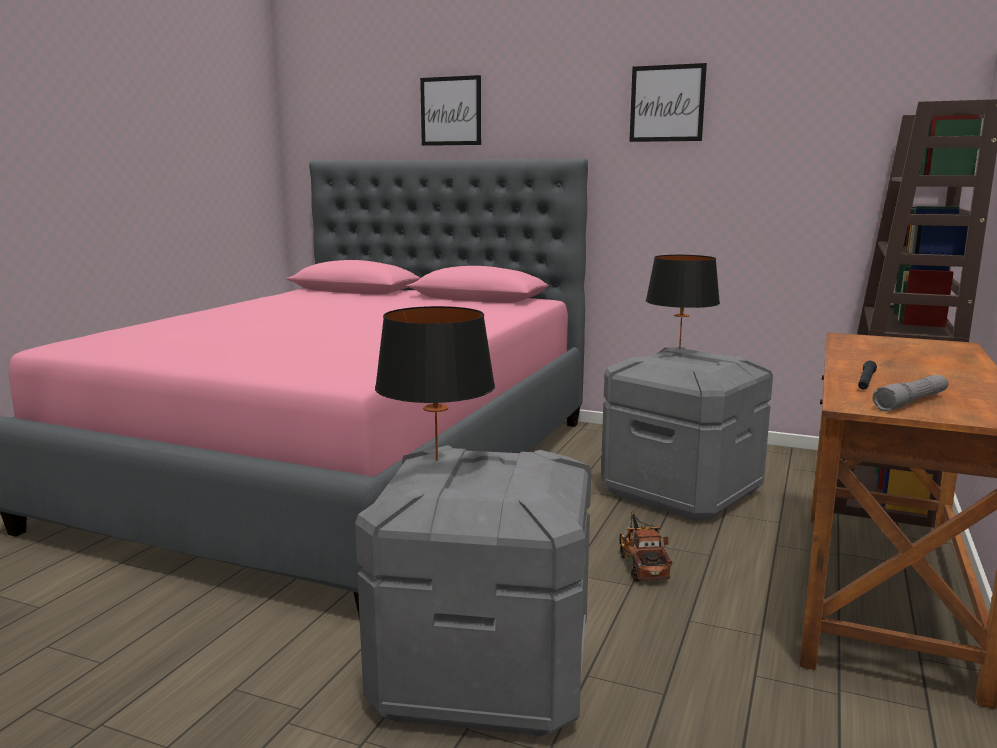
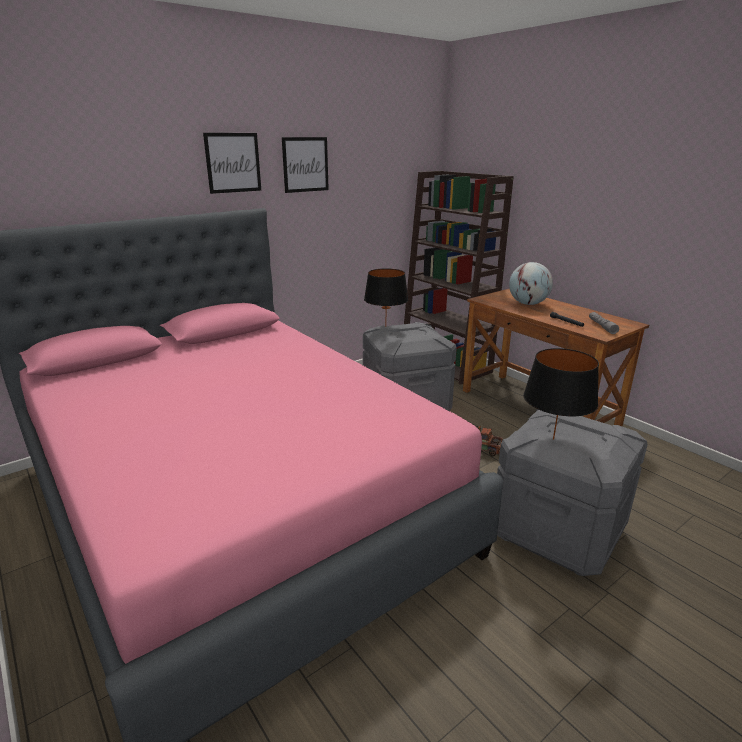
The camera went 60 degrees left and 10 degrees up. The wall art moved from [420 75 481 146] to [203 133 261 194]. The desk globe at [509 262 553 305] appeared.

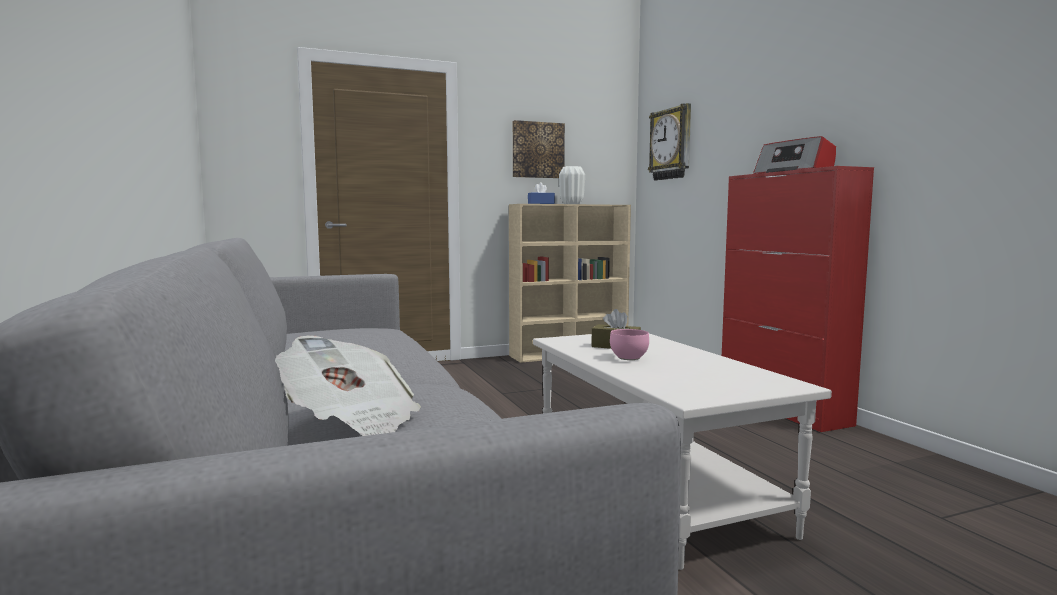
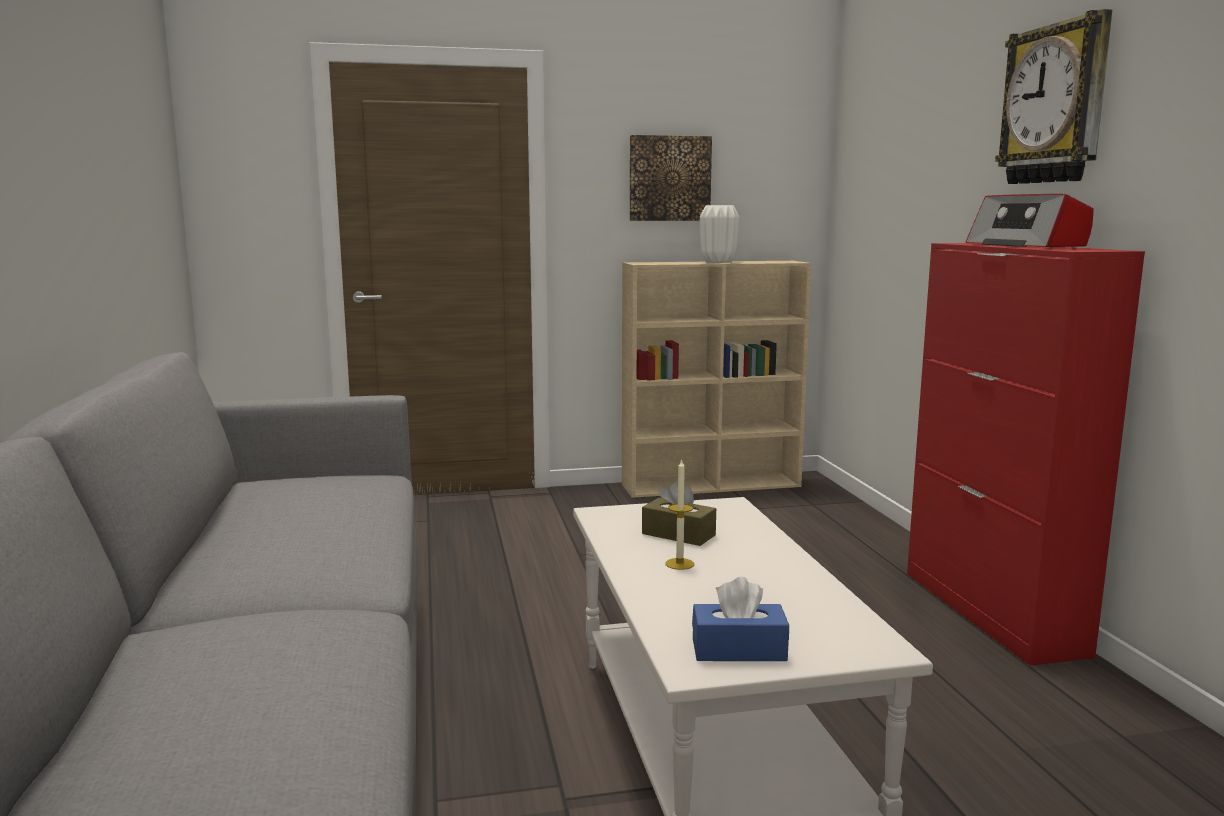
The camera went 10 degrees right and 5 degrees up. The bowl (pinkish) at [610 329 649 360] was replaced by the candle at [665 458 694 570]. The tissue holder (blue) moved from [528 182 555 204] to [692 577 789 661]. The clock on the wall moved from [648 103 691 180] to [995 9 1112 184]. The newspaper at [275 336 421 436] disappeared.

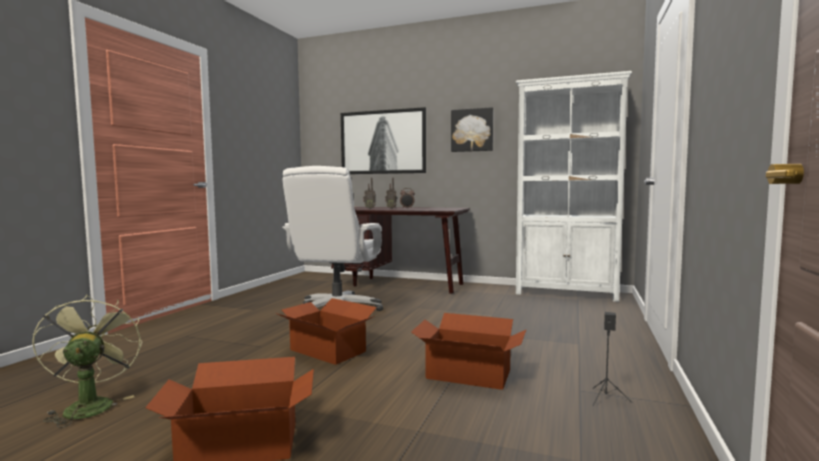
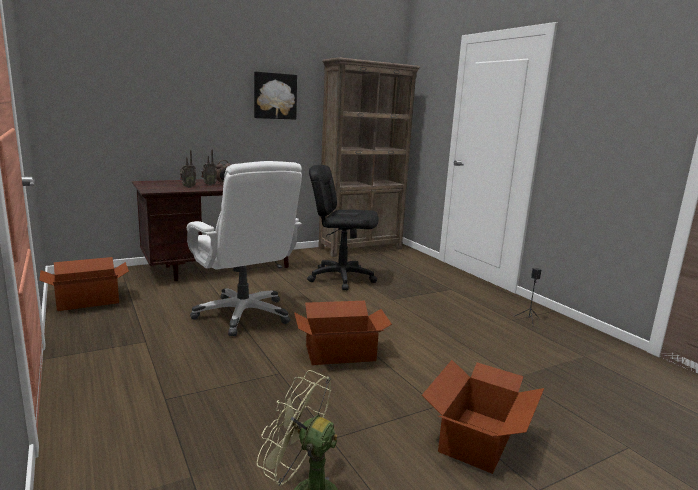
The camera went 50 degrees left and 10 degrees up. The cardboard box moved from [411 313 526 390] to [39 257 129 311]. The office chair (black) at [307 165 379 290] appeared. The bookshelf (white) at [516 71 632 302] became the bookshelf (brownish) at [318 57 420 257]. The wall art at [341 107 426 174] disappeared.

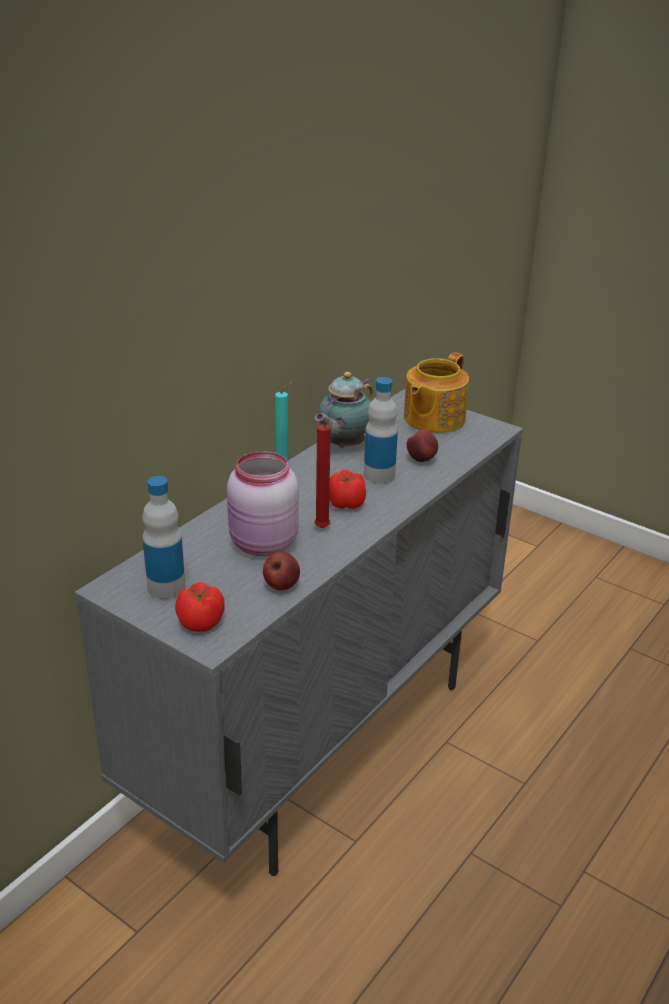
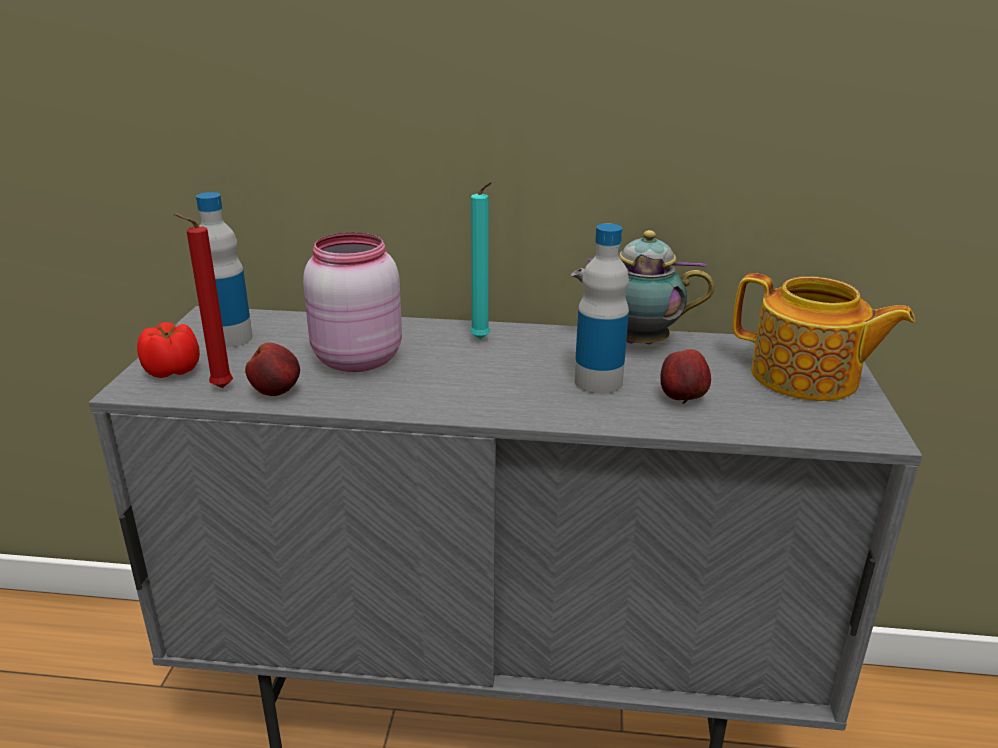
The camera went 60 degrees right and 5 degrees down. The candle (reddish) moved from [314 421 331 528] to [173 213 233 388]. The pot for tea at [404 352 469 433] turned 150 degrees counterclockwise. The fresh tomato at [329 470 366 509] disappeared.

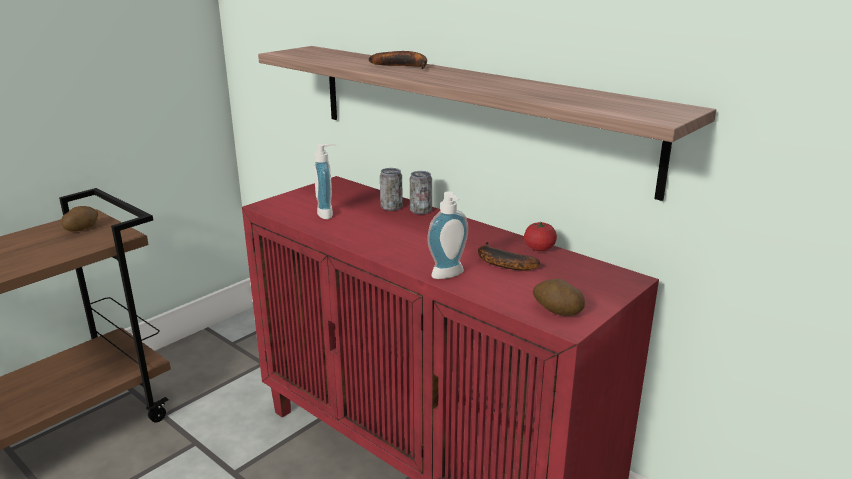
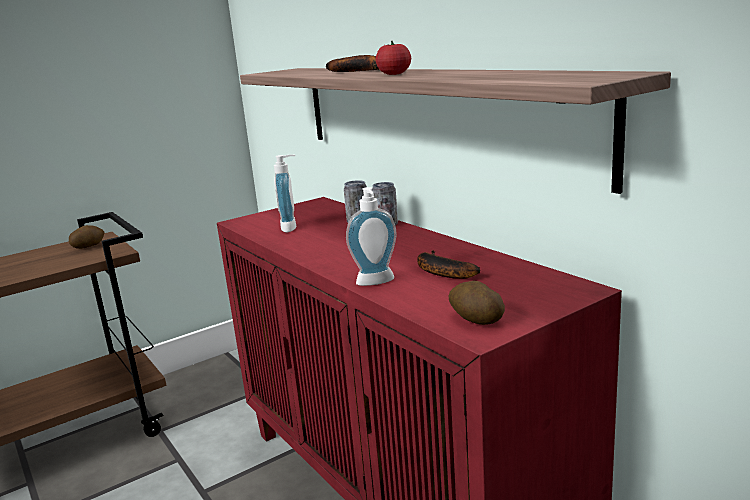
The camera went 15 degrees right and 5 degrees down. The fresh tomato moved from [524 222 557 251] to [376 41 411 75].

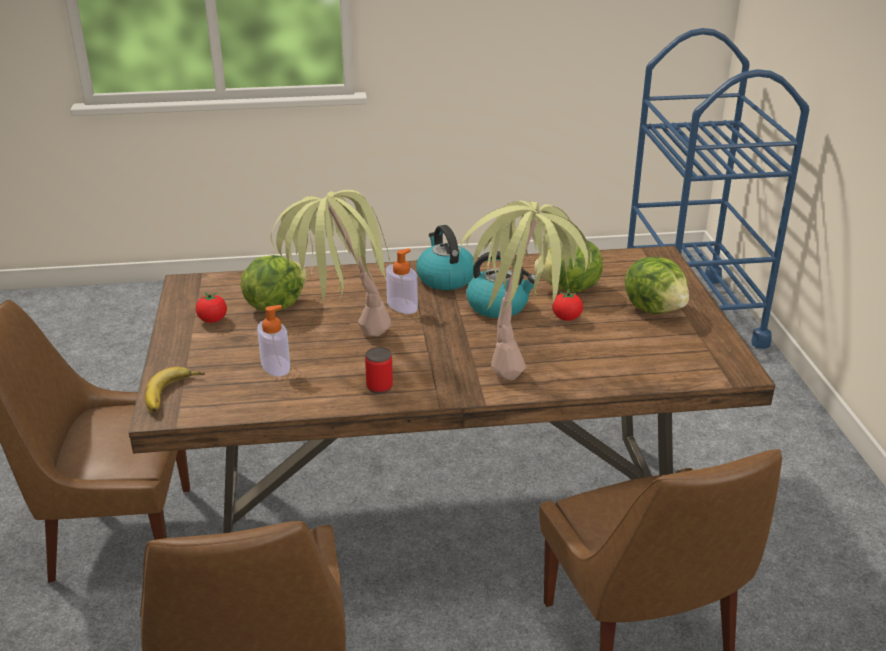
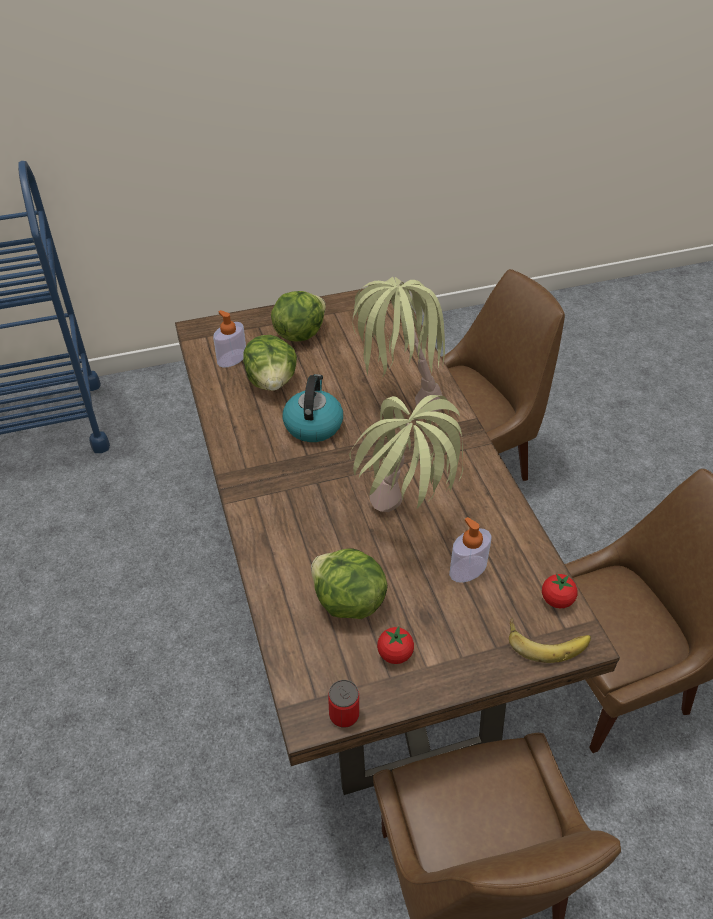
The camera went 100 degrees left and 15 degrees up. The soap bottle moved from [386 248 418 314] to [213 310 246 368]. The metal can moved from [365 347 393 394] to [328 680 359 728]. The fresh tomato moved from [553 290 583 321] to [542 574 578 608]. The tea kettle at [416 225 476 290] disappeared.

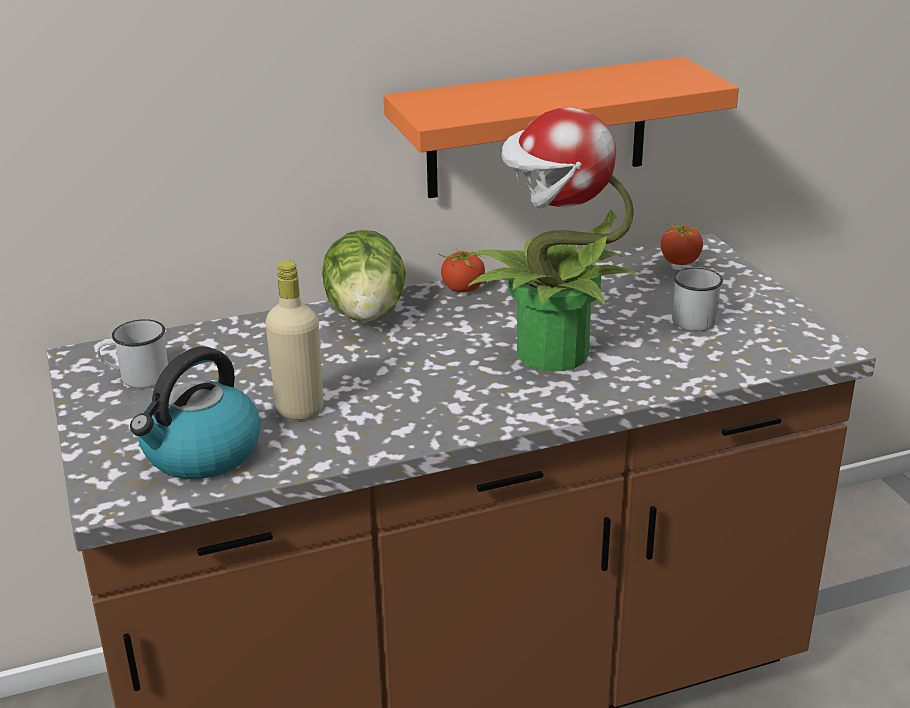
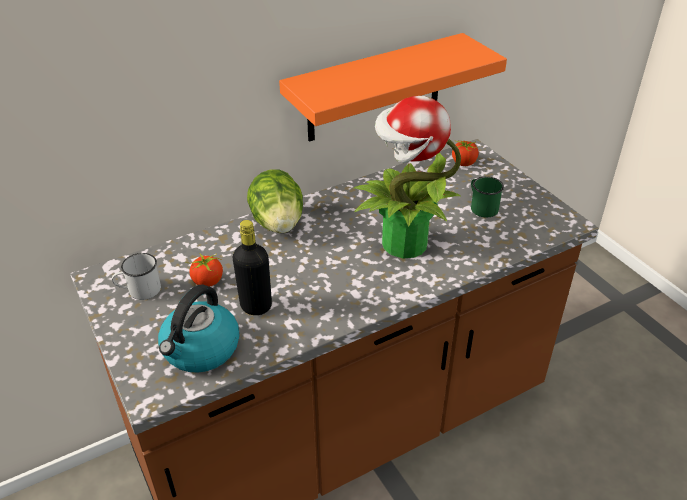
The camera went 10 degrees left and 10 degrees up. The fresh tomato moved from [438 248 485 292] to [185 253 223 287]. The beverage bottle (beige) at [265 260 324 420] became the beverage bottle (black) at [232 220 272 315]. The coffee mug (white) at [672 267 723 331] became the coffee mug (green) at [471 176 504 217].

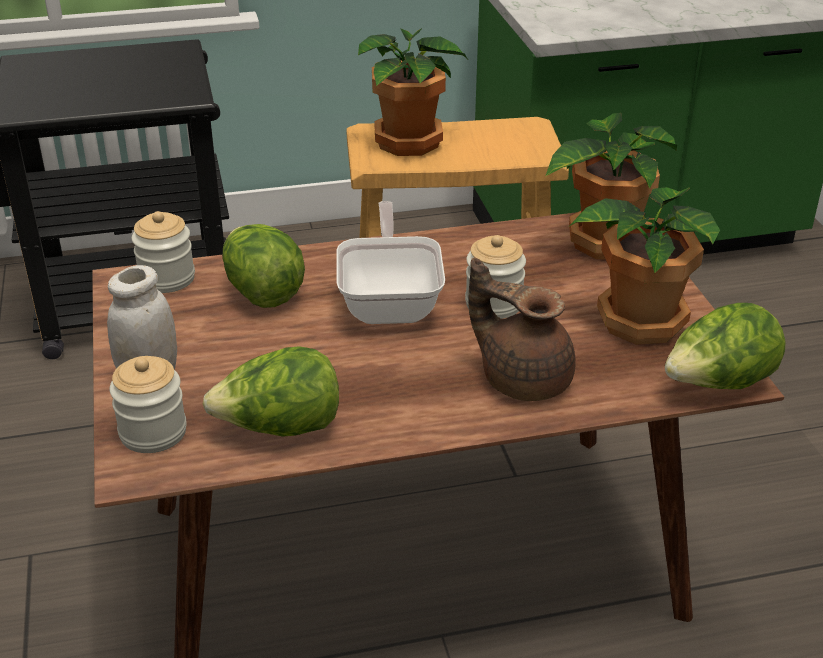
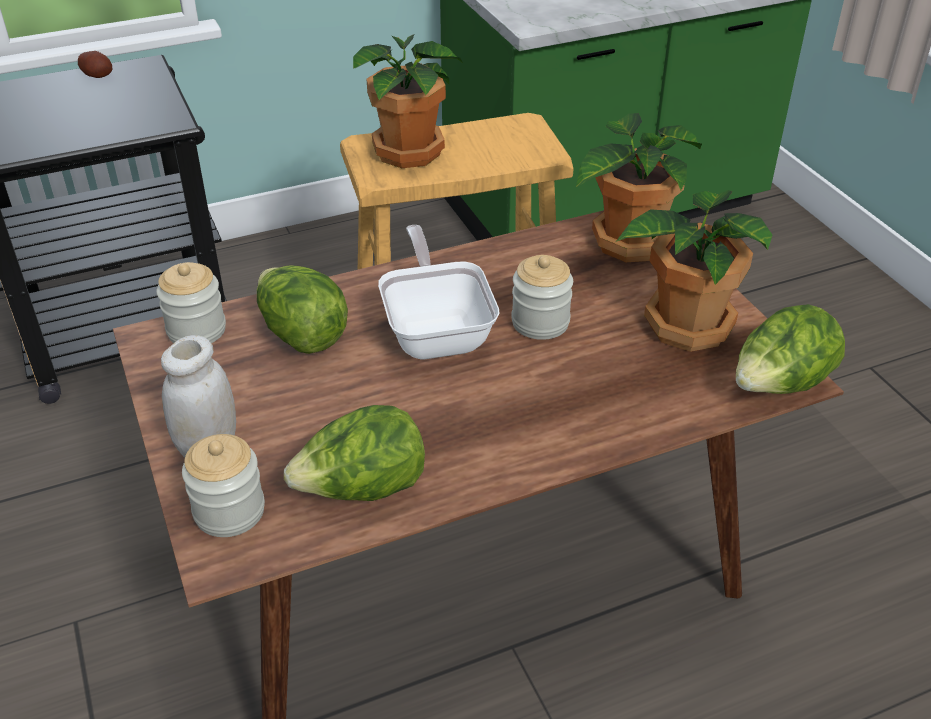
The camera went 10 degrees left and 5 degrees up. The spud at [78 51 112 78] appeared. The pot for tea (brownish) at [468 257 576 401] disappeared.

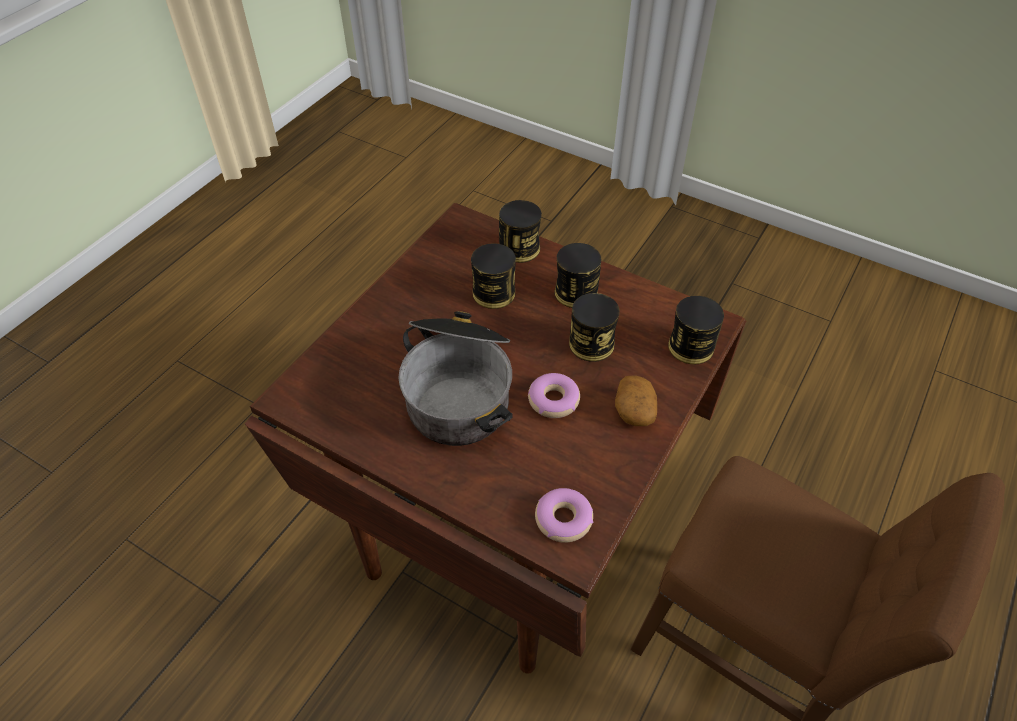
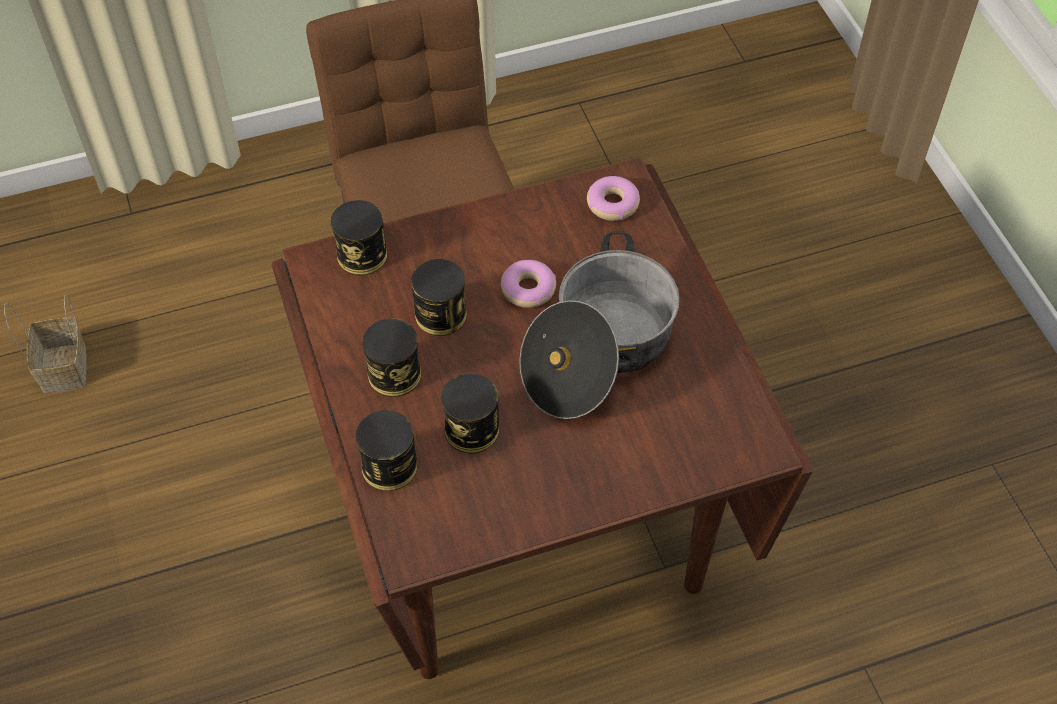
The camera went 140 degrees left and 5 degrees up. The household basket at [4 295 87 393] appeared. The spud at [615 375 657 426] disappeared.

